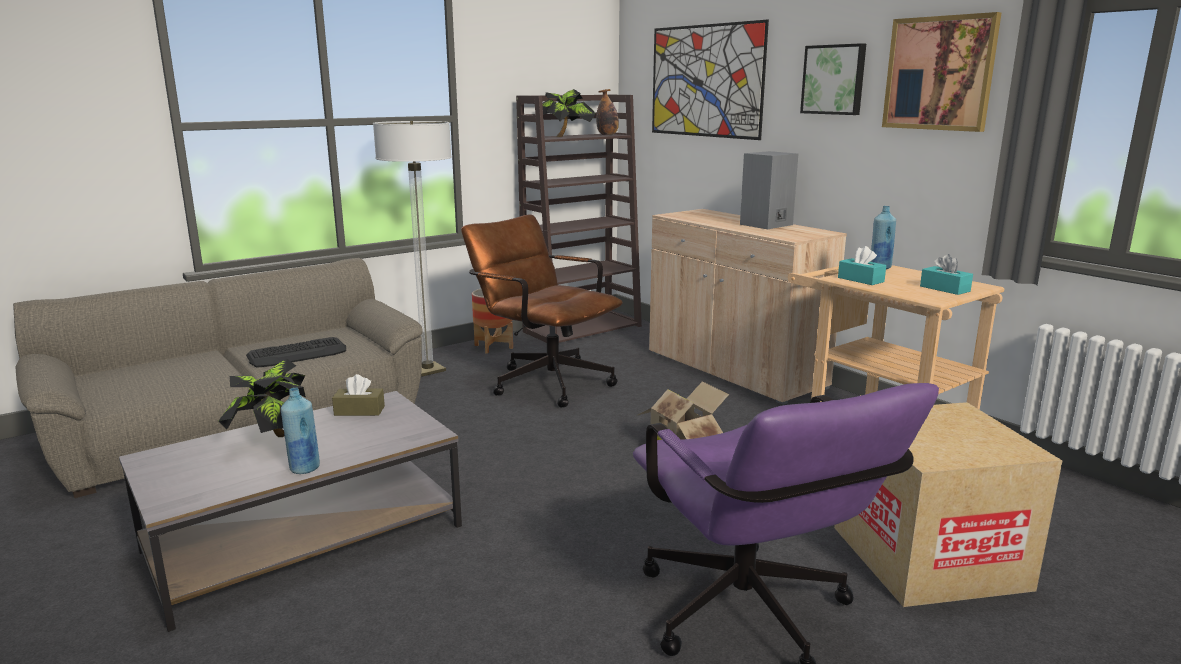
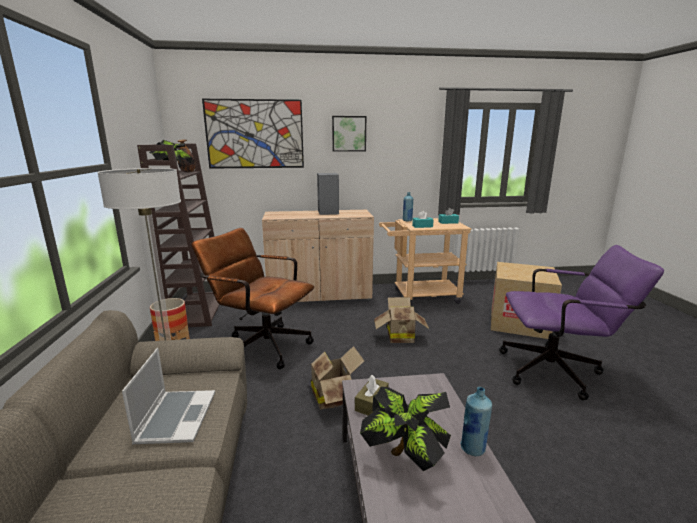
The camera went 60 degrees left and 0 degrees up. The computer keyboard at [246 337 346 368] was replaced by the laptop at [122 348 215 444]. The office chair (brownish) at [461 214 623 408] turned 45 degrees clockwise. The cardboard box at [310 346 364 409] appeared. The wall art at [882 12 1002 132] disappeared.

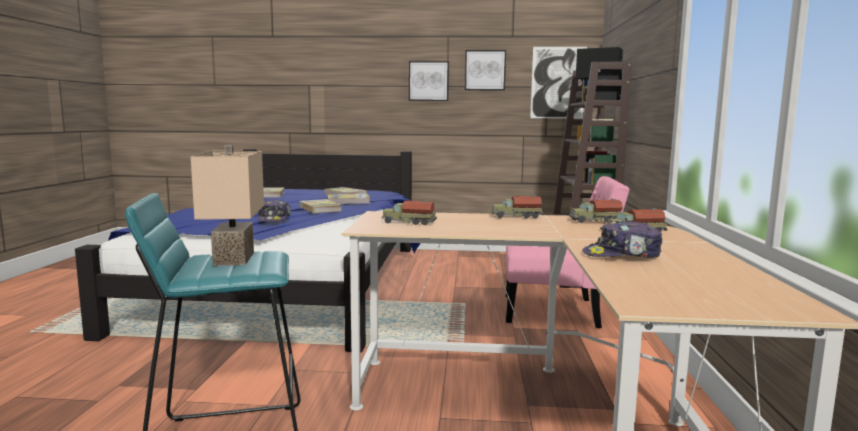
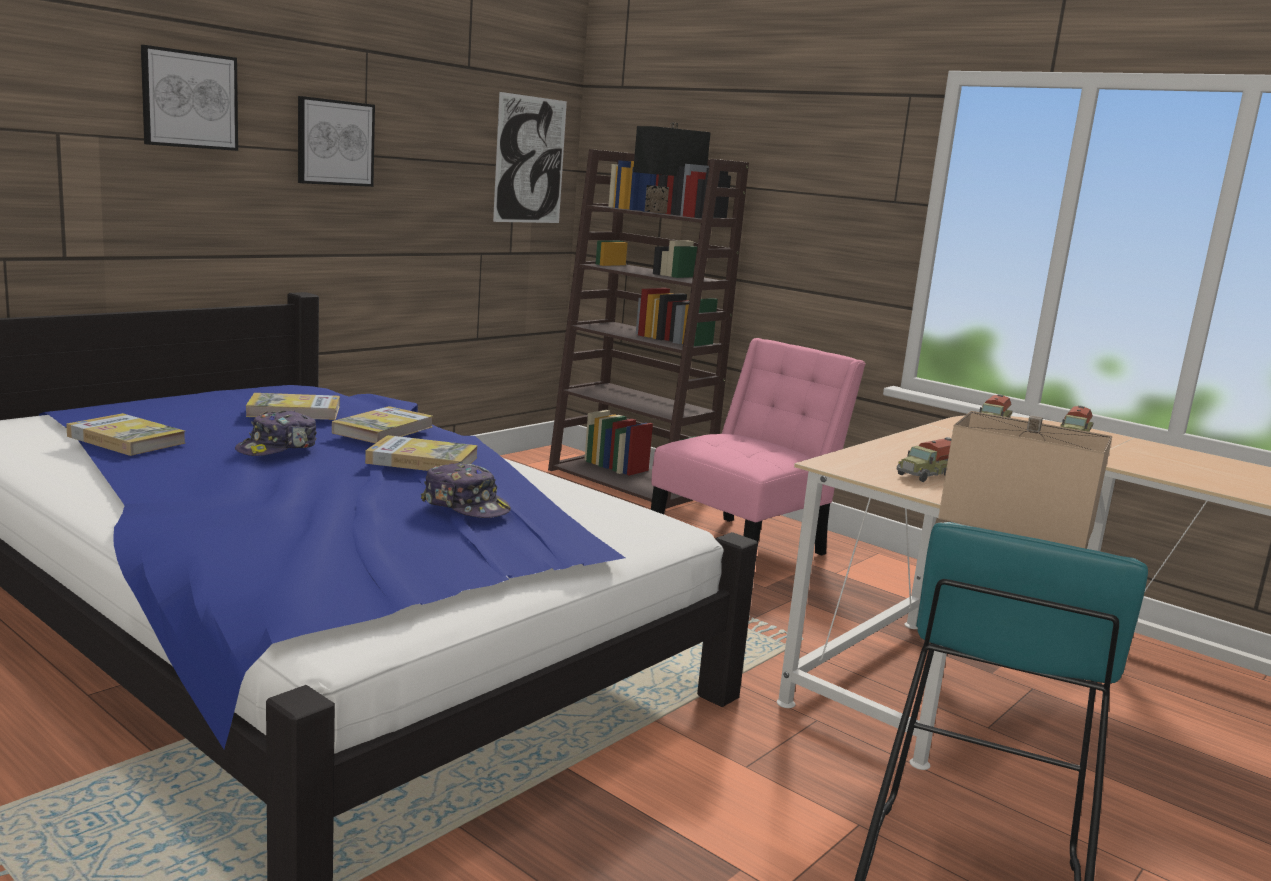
The camera went 55 degrees left and 5 degrees up. The wall art moved from [465 50 506 91] to [141 45 238 151]. The peaked cap moved from [582 220 662 258] to [235 410 317 456]. The toy truck at [492 195 544 218] disappeared.

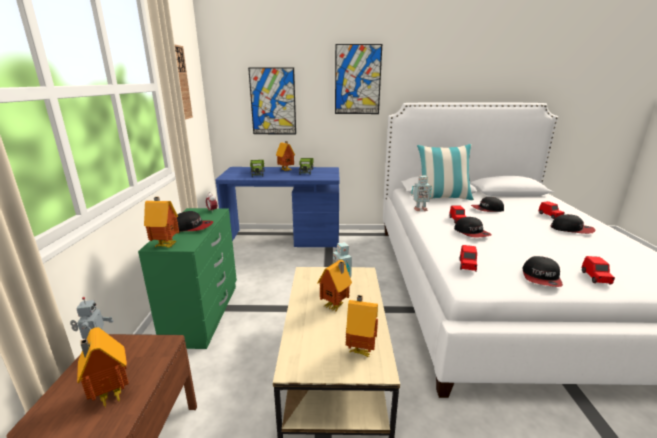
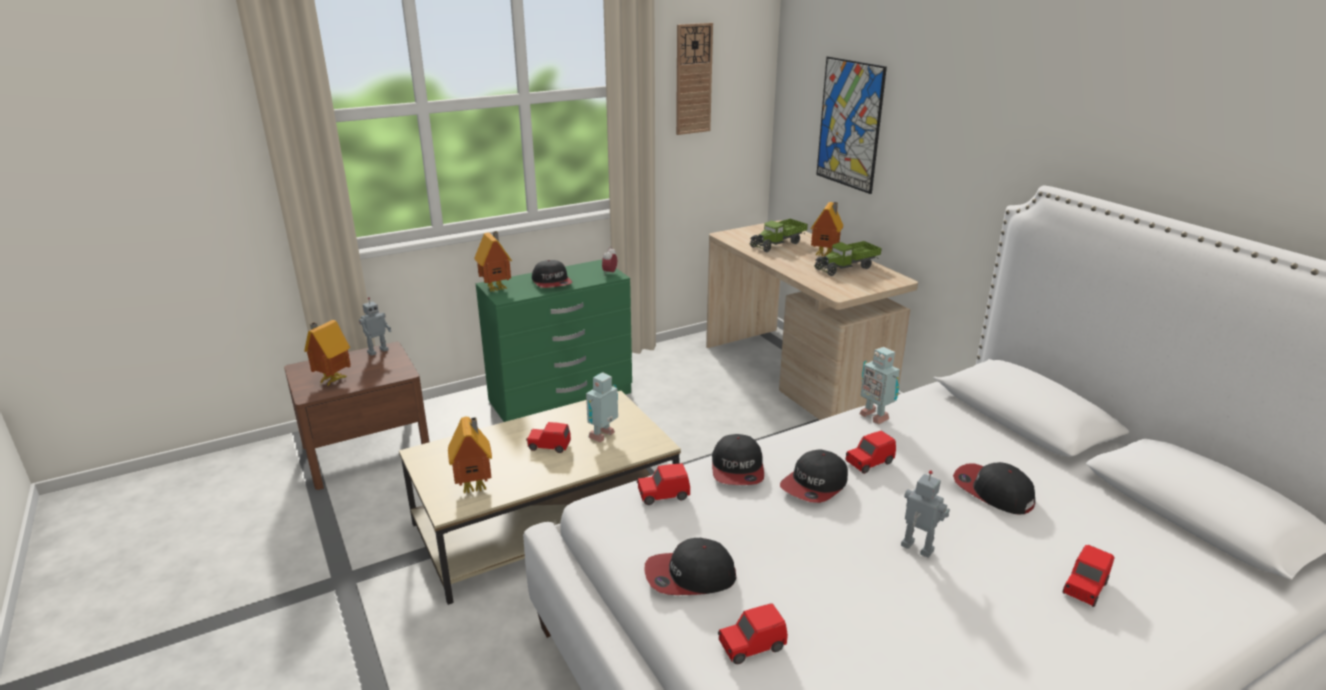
The camera went 60 degrees right and 5 degrees up. The miniature house at [317 260 352 311] was replaced by the model car (reddish) at [526 422 571 453]. The desk unit (blue) at [215 167 340 247] became the desk unit (beige) at [706 221 918 420]. The peaked cap moved from [551 214 595 234] to [712 434 764 485]. The toy robot at [901 471 950 558] appeared. The wall art at [335 44 382 114] disappeared. The pillow at [417 144 474 200] disappeared.

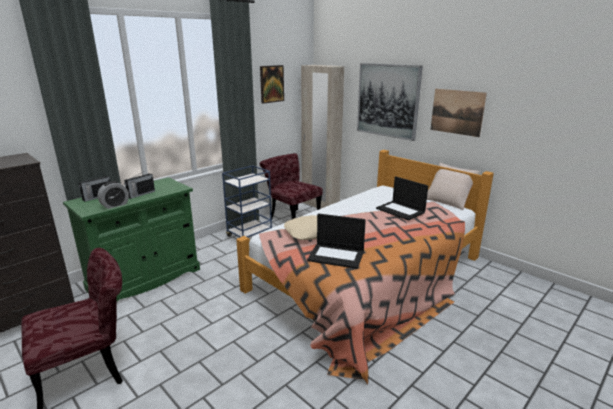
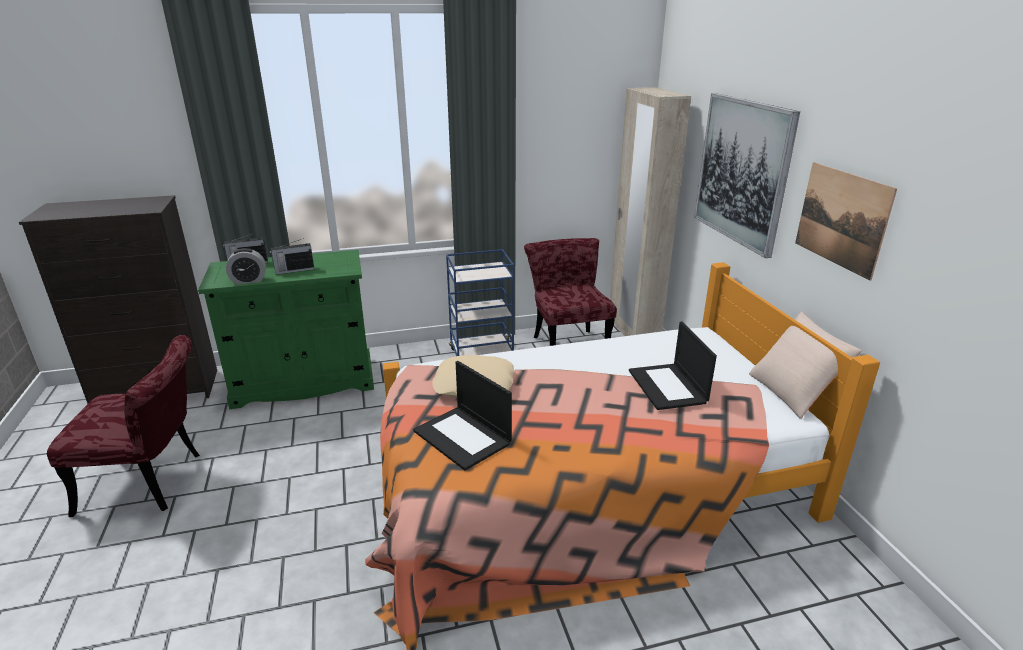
The camera went 30 degrees right and 5 degrees up. The wall art at [260 65 284 104] disappeared.

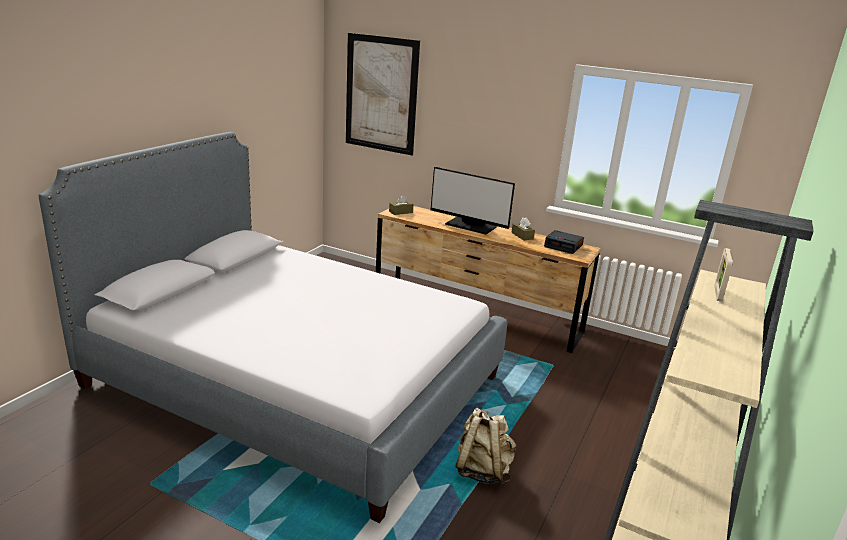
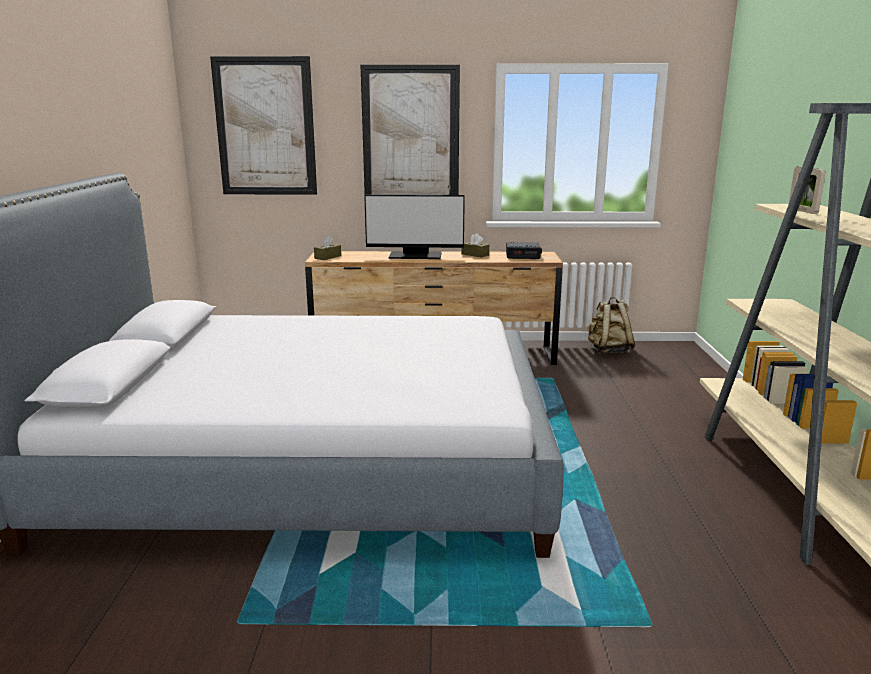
The camera went 25 degrees left and 5 degrees down. The wall art at [361 65 460 195] appeared. The backpack (beige) moved from [455 408 516 485] to [587 297 636 354].

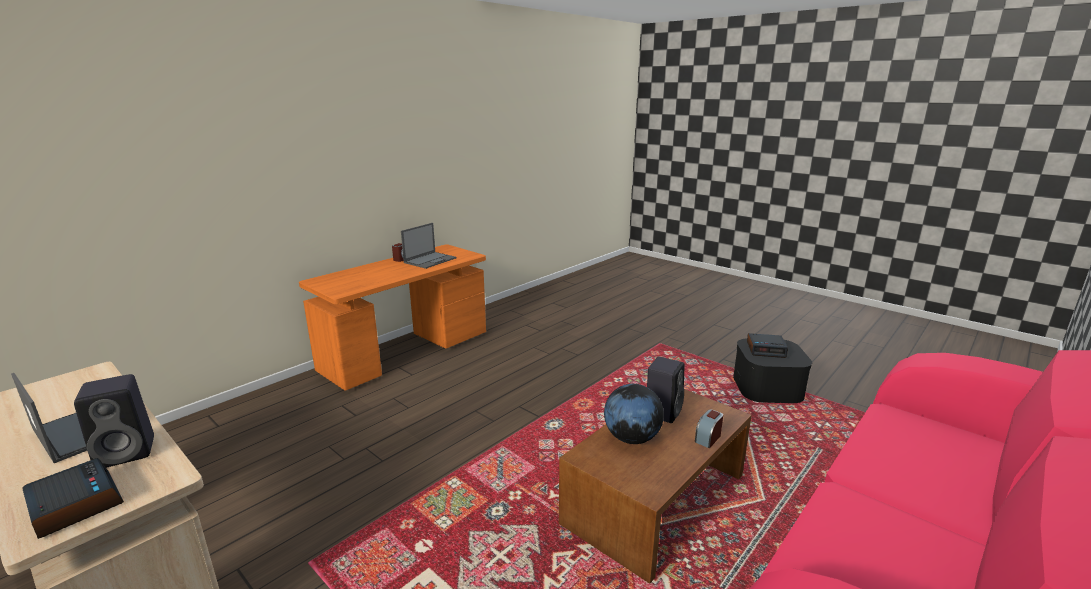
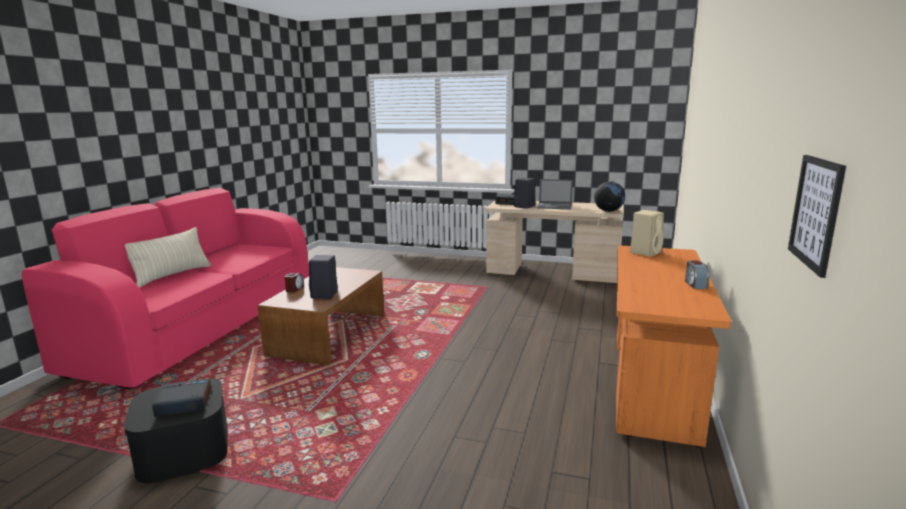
The camera went 155 degrees right and 5 degrees down. The pillow (beige) at [125 227 211 287] appeared. The desk globe moved from [604 384 664 444] to [594 181 625 212]. The loudspeaker (beige) at [630 210 664 257] appeared. The wall art at [788 155 846 278] appeared. The laptop at [401 223 456 269] disappeared.

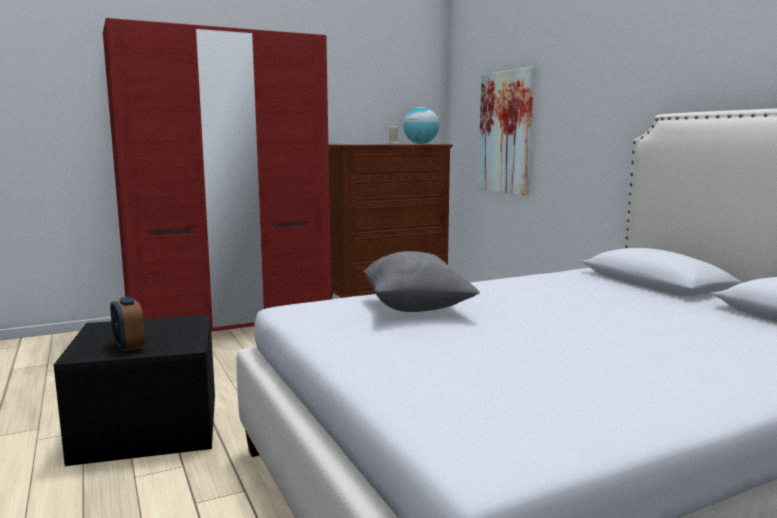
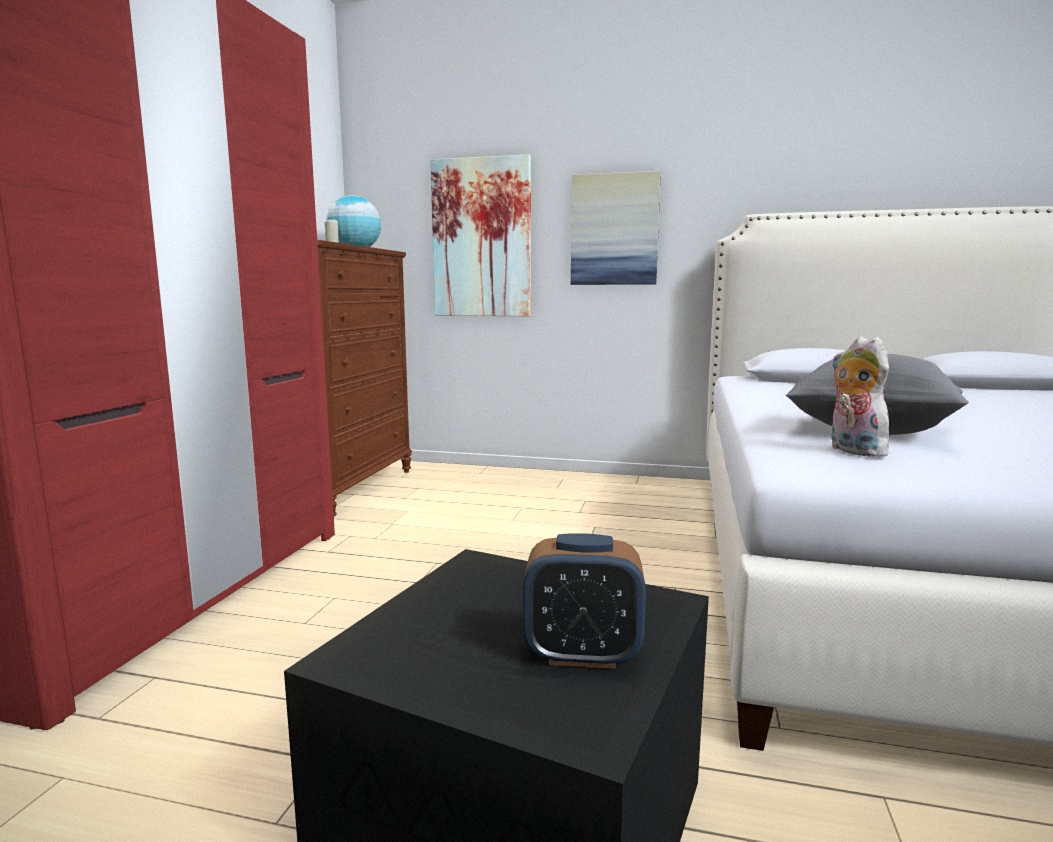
The camera went 50 degrees left and 0 degrees up. The wall art at [571 171 661 285] appeared. The plush toy at [831 336 890 457] appeared.

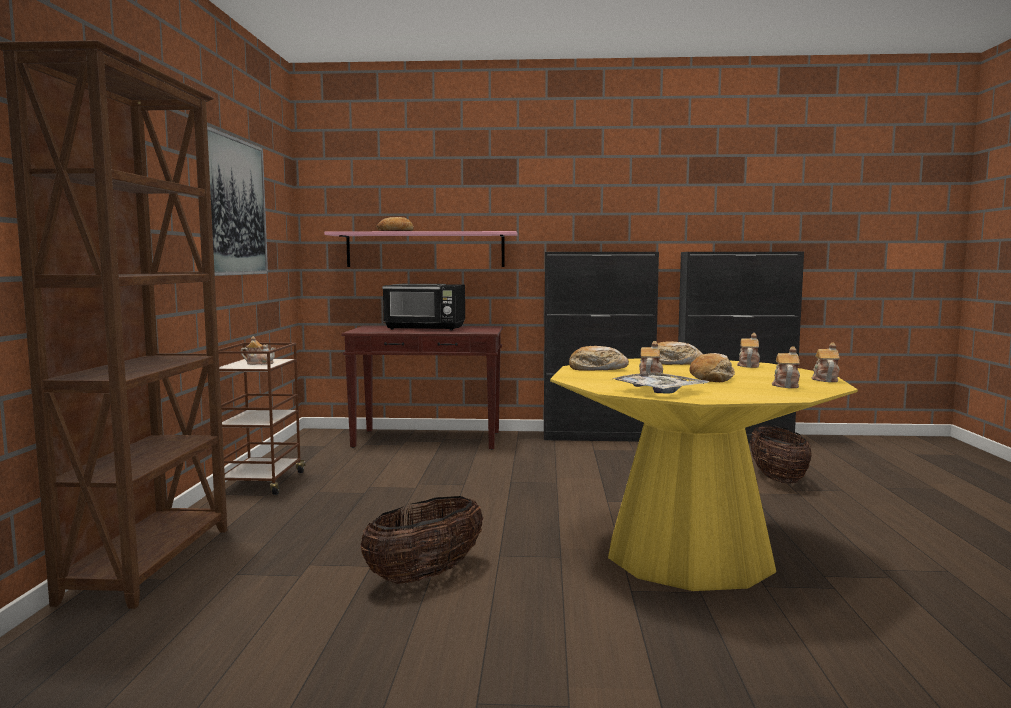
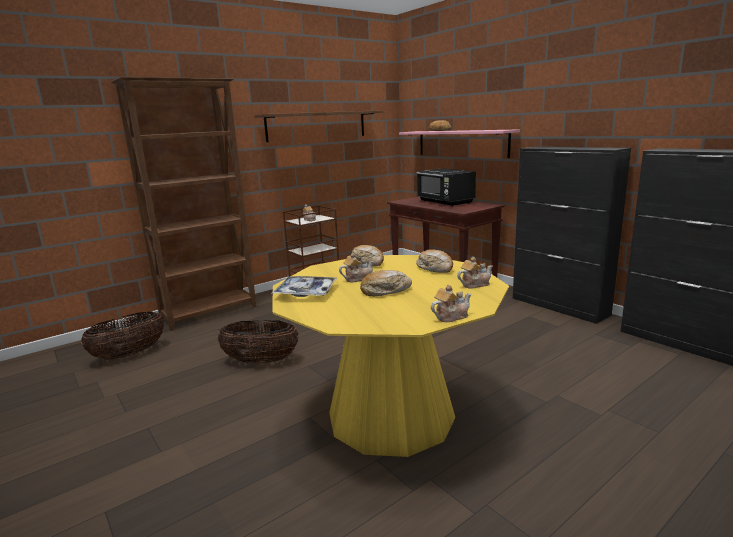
The camera went 50 degrees right and 10 degrees up. The household basket moved from [750 425 812 484] to [81 312 165 360]. The wall art at [207 126 268 276] was replaced by the wall shelf (brownish) at [254 110 383 142]. The pot for tea at [772 346 800 388] disappeared.

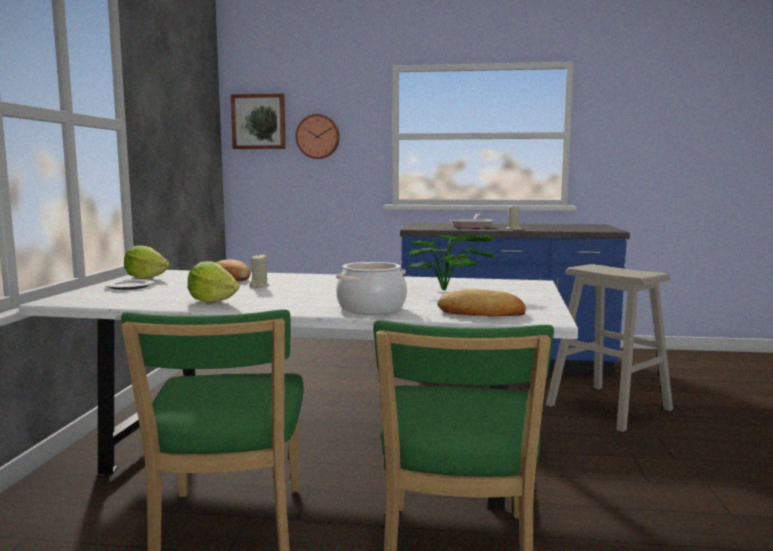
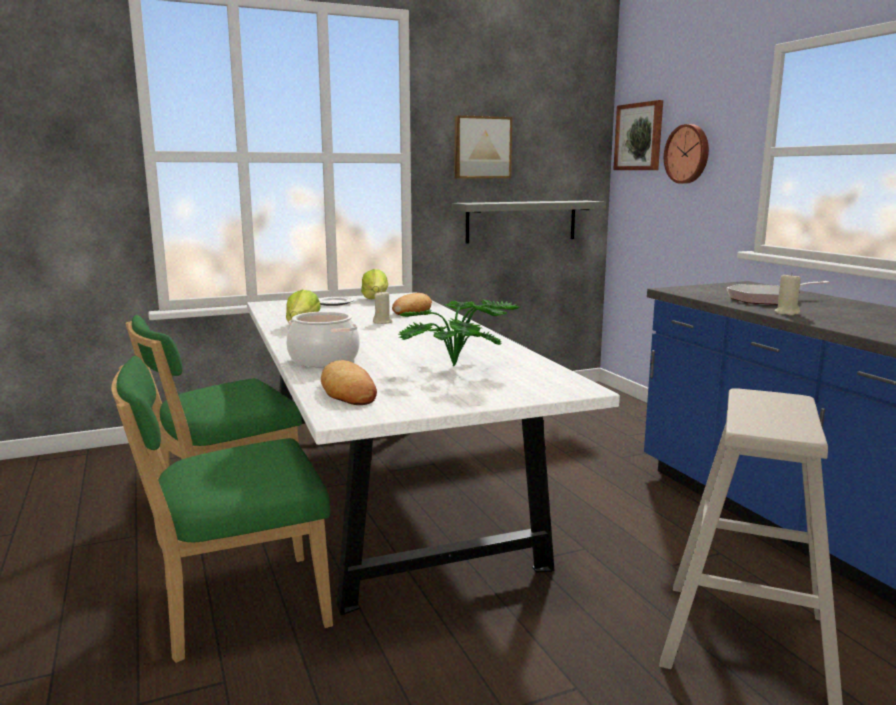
The camera went 60 degrees right and 5 degrees up. The wall shelf (grey) at [452 201 606 244] appeared. The wall art at [455 115 512 179] appeared.

